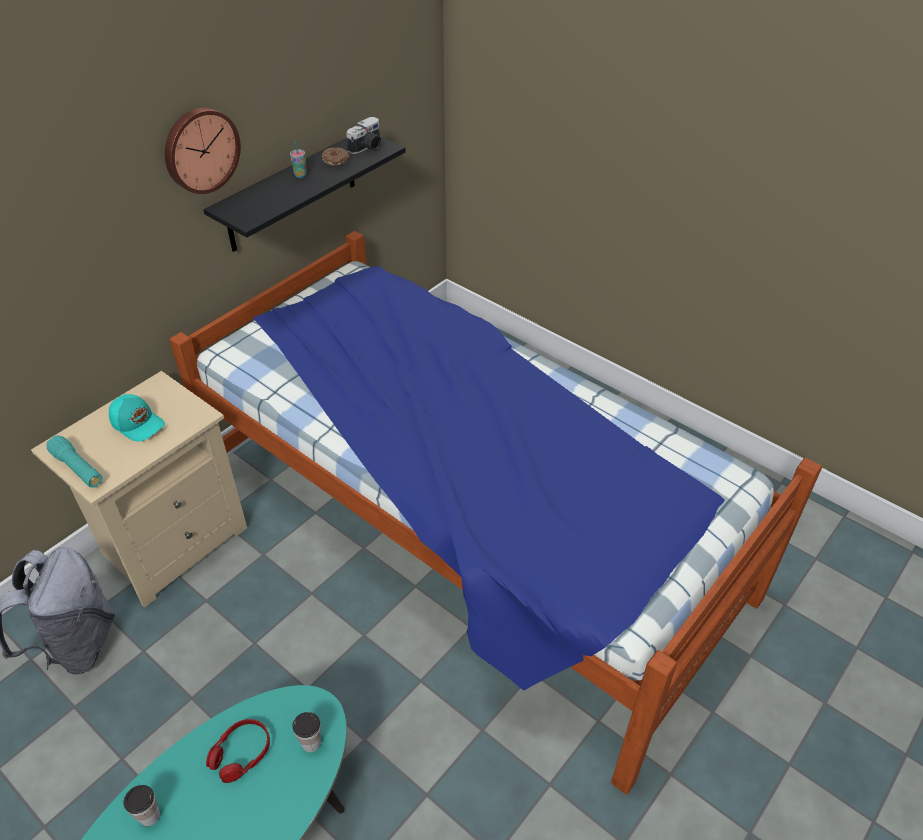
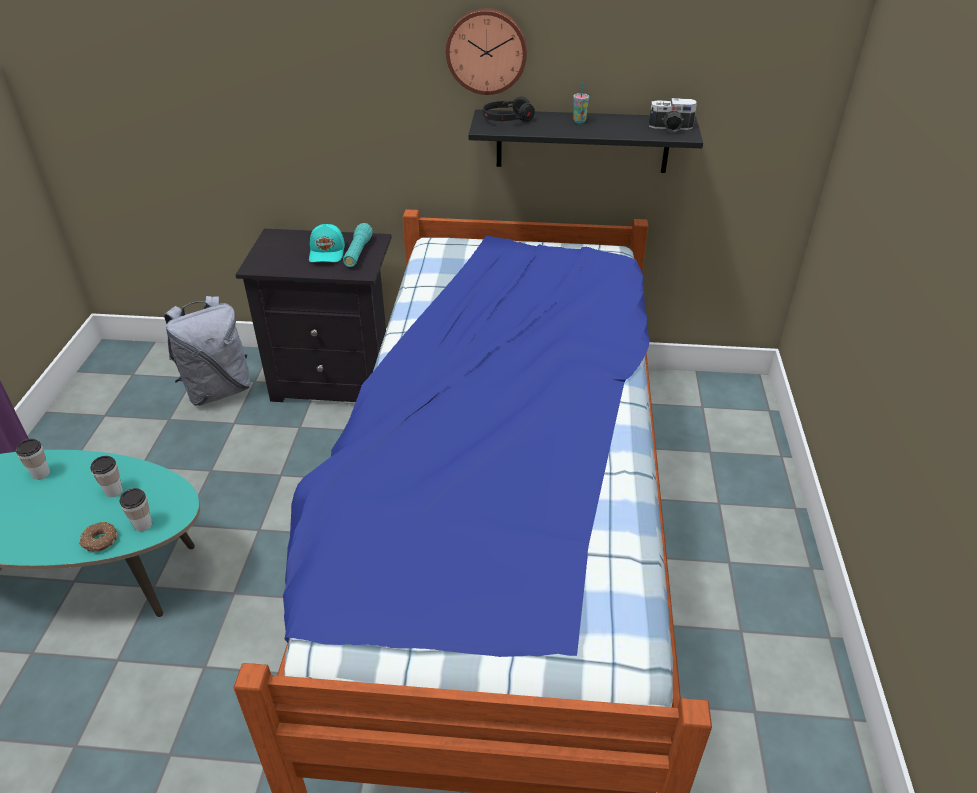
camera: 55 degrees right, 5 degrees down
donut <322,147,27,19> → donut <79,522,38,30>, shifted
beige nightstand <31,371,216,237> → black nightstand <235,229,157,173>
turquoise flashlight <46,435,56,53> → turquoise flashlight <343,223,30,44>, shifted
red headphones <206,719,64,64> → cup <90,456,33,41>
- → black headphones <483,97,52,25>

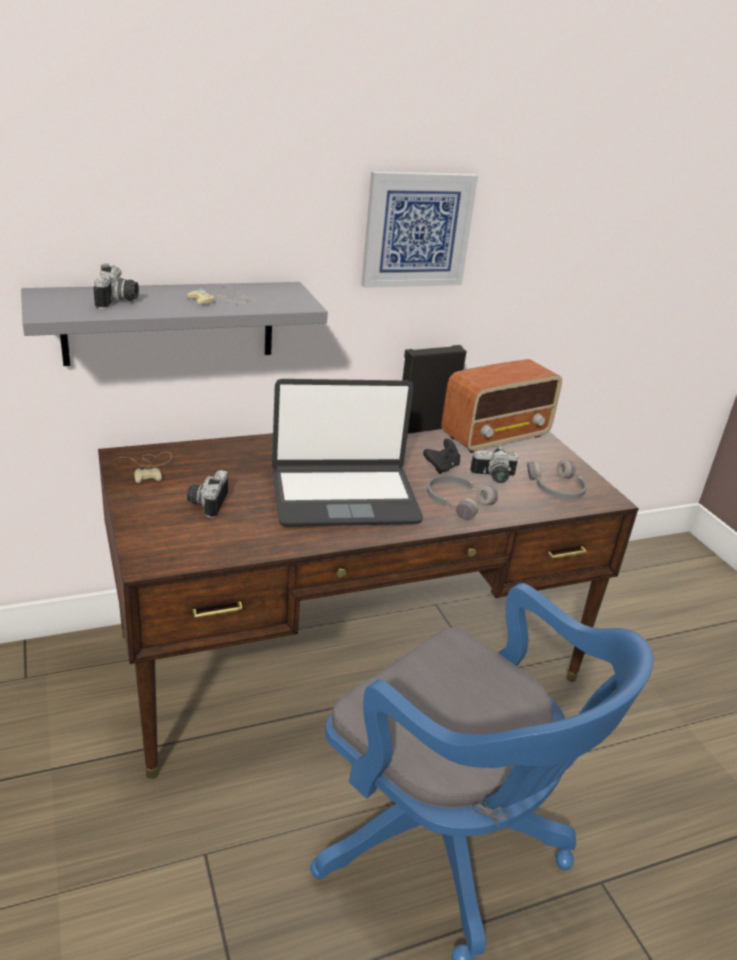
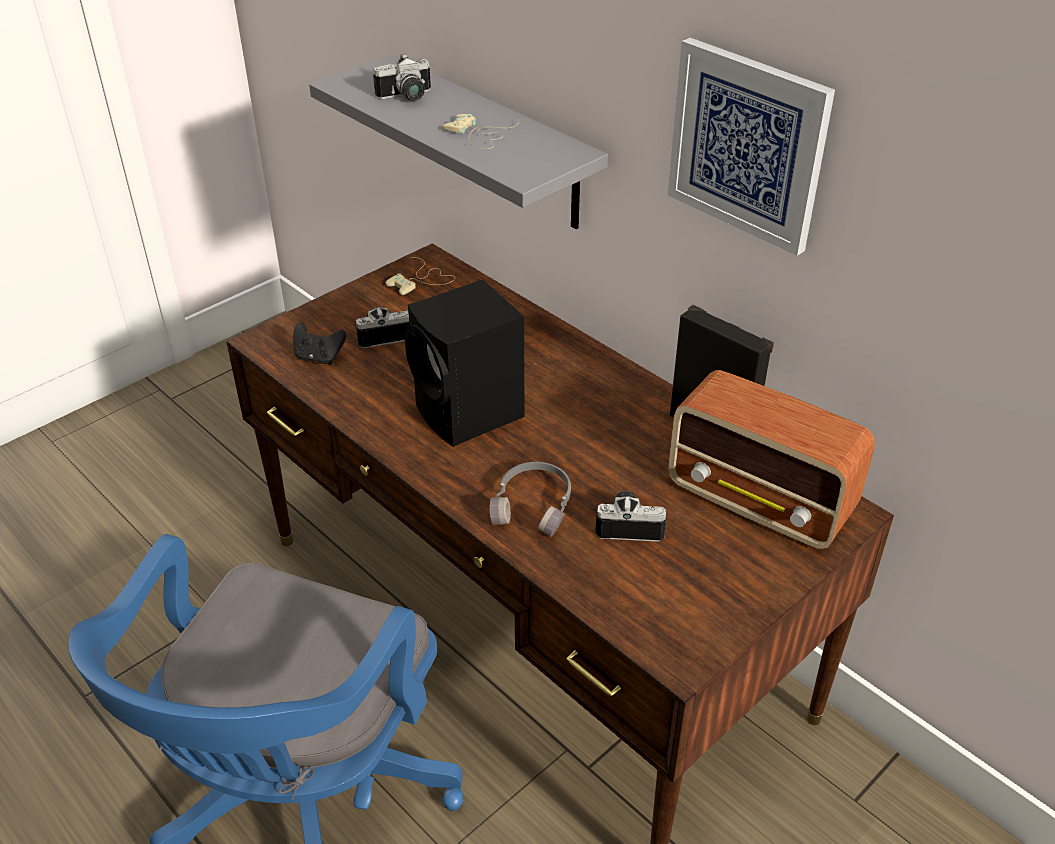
camera: 70 degrees right, 10 degrees up
laptop <272,379,151,148> → black speaker <404,279,120,168>
black game controller <423,439,38,35> → black game controller <293,322,53,43>, shifted
photo camera <470,446,48,37> → photo camera <595,491,72,51>, 120 degrees clockwise
grey headphones <527,460,60,39> → -

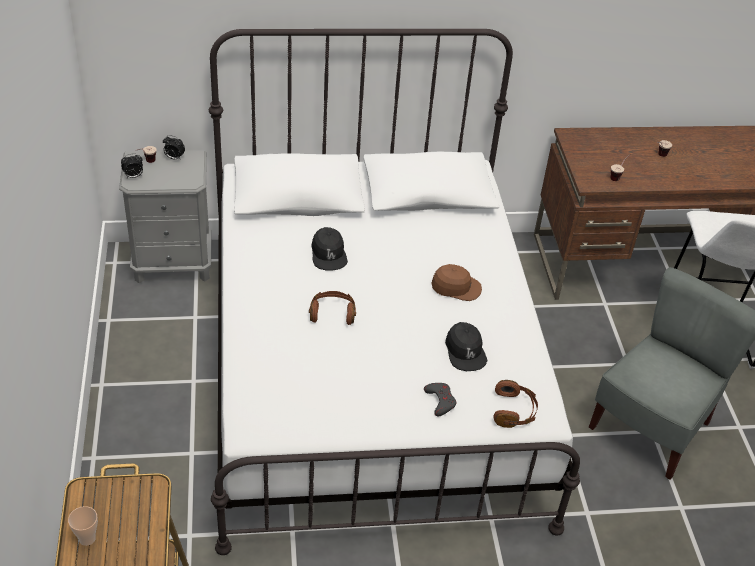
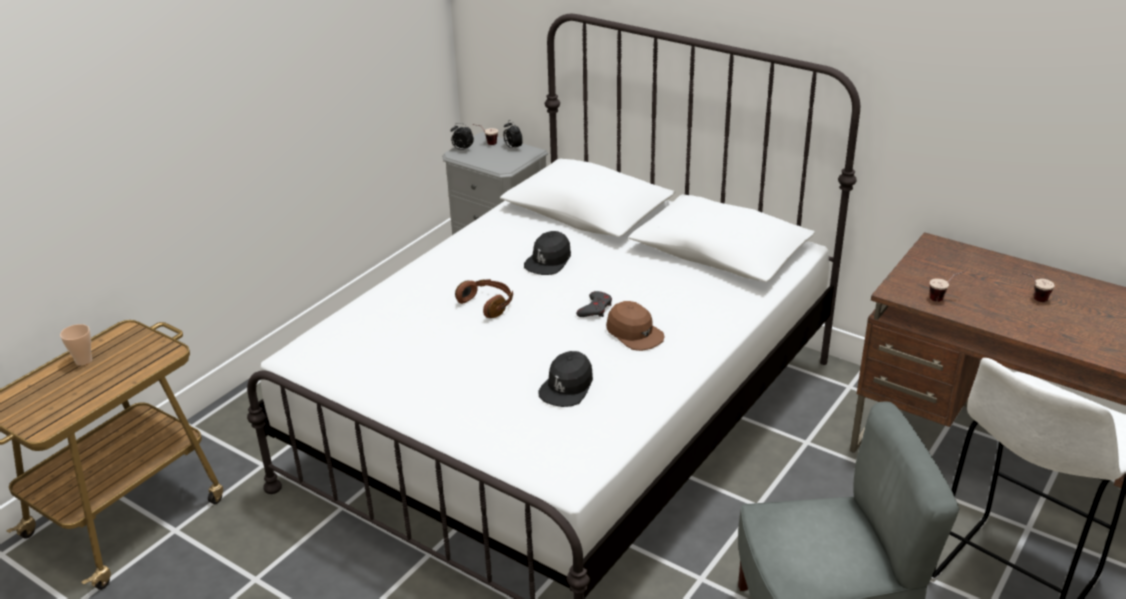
camera: 45 degrees right, 10 degrees down
brown headphones <494,380,44,48> → -
grey game controller <424,383,32,34> → grey game controller <576,291,36,26>, shifted

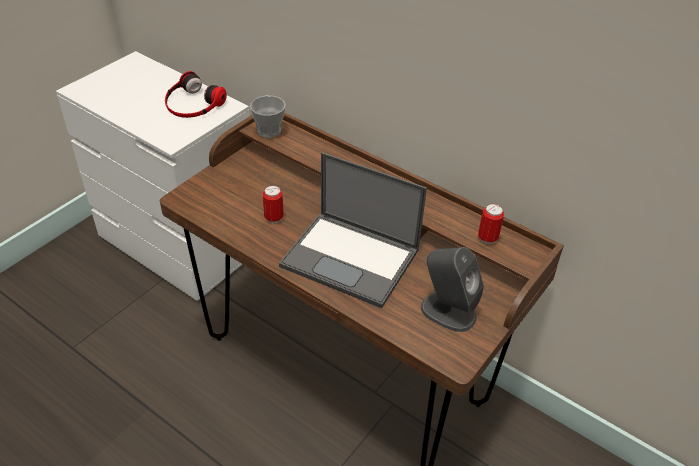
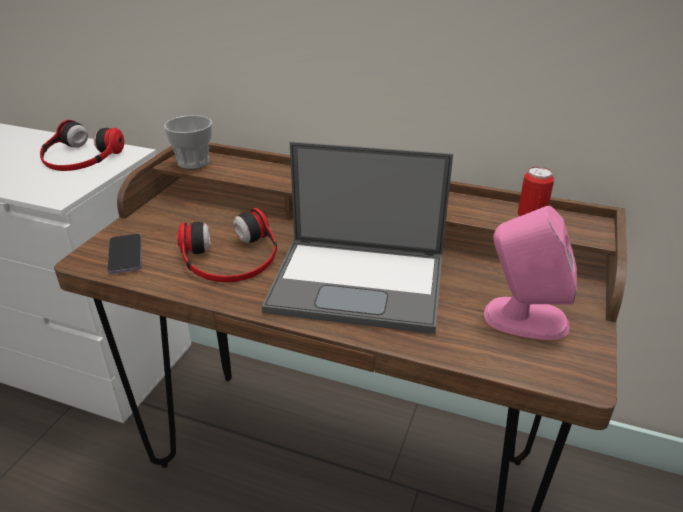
camera: 15 degrees left, 10 degrees down
can <263,185,21,38> → headphones <177,208,100,74>
grey speaker <421,247,63,85> → pink speaker <484,206,93,134>
- → phone <107,234,35,40>

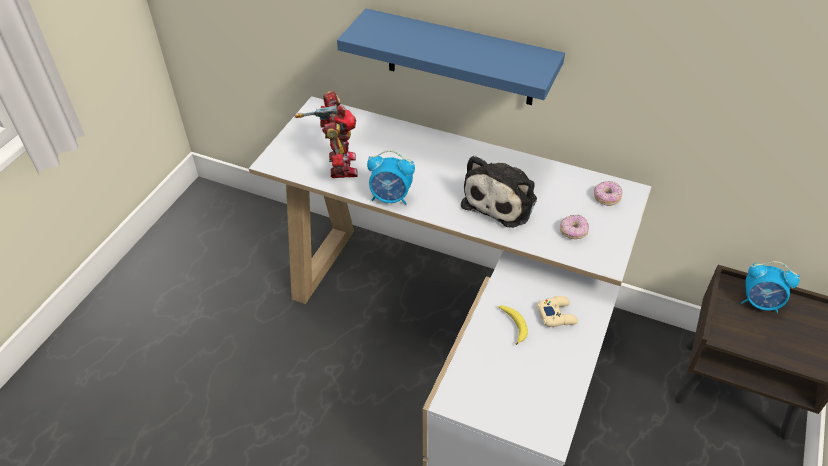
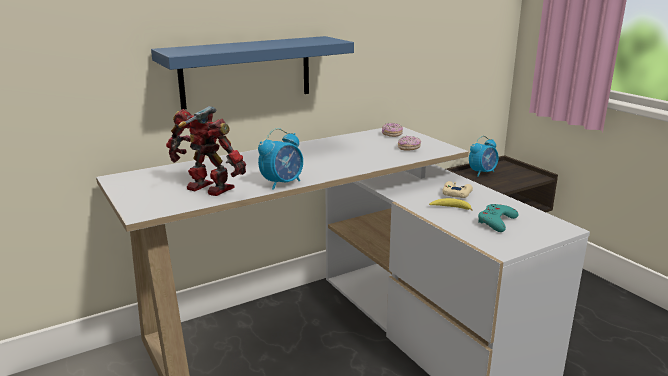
camera: 55 degrees left, 25 degrees down
plush toy <461,156,76,72> → -
- → turquoise game controller <478,204,41,28>

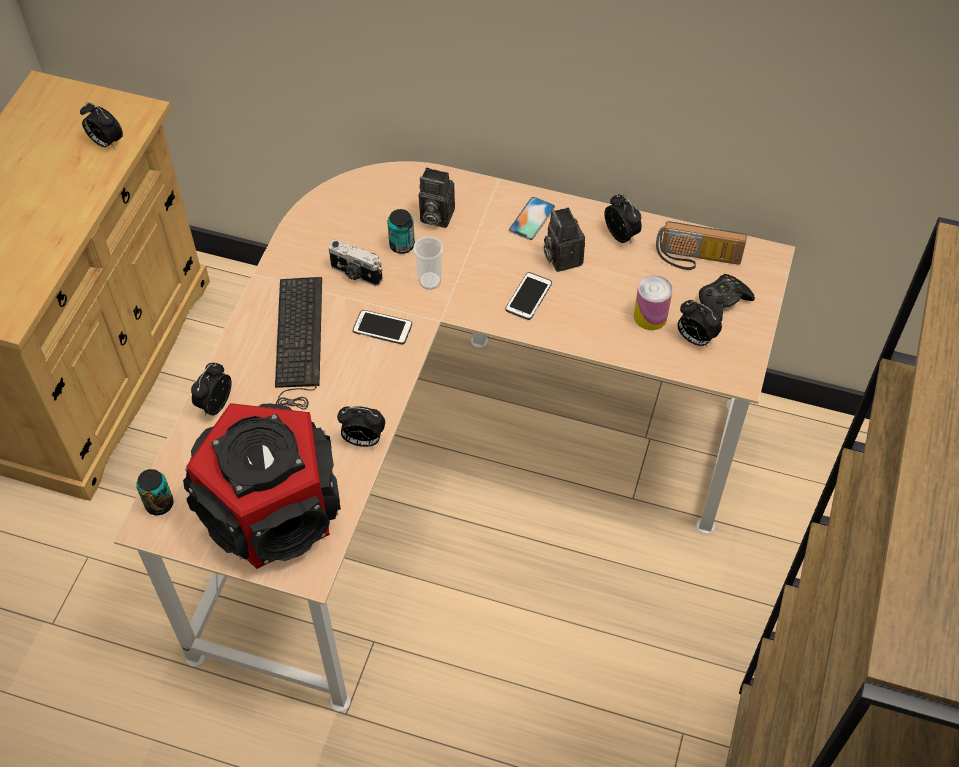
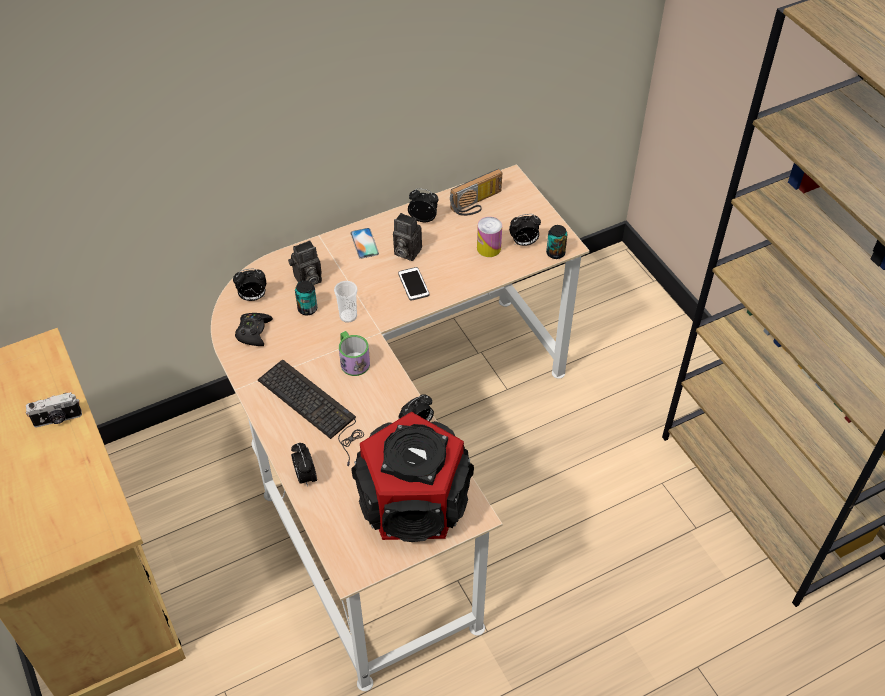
camera: 45 degrees left, 5 degrees down
alarm clock <80,102,43,47> → alarm clock <233,269,33,32>, shifted
photo camera <328,240,55,46> → photo camera <26,392,56,36>, shifted
black game controller <699,274,56,47> → black game controller <235,313,38,33>, shifted
phone <353,310,59,34> → mug <339,331,31,45>
can <136,469,37,46> → can <546,225,22,34>, shifted

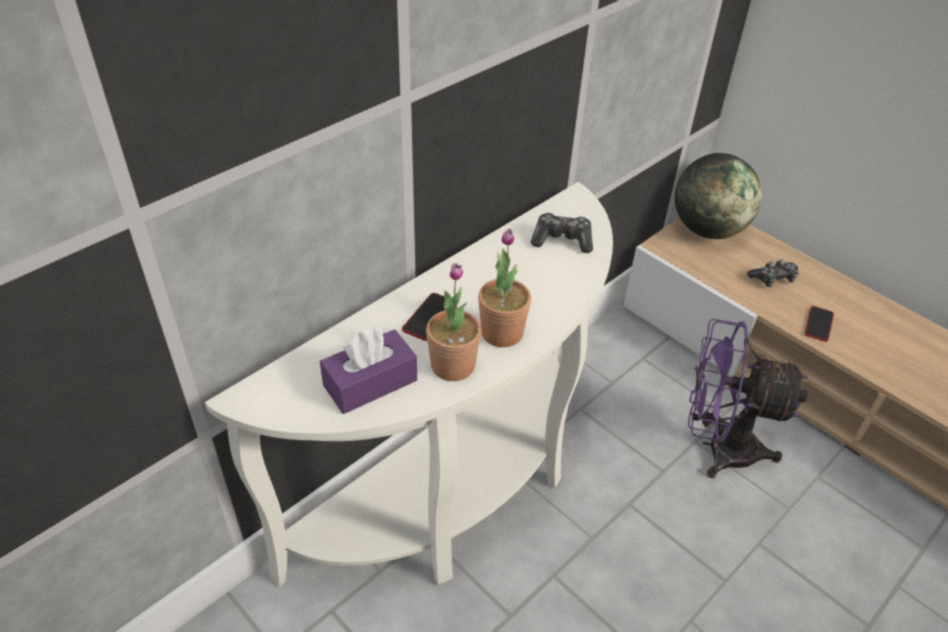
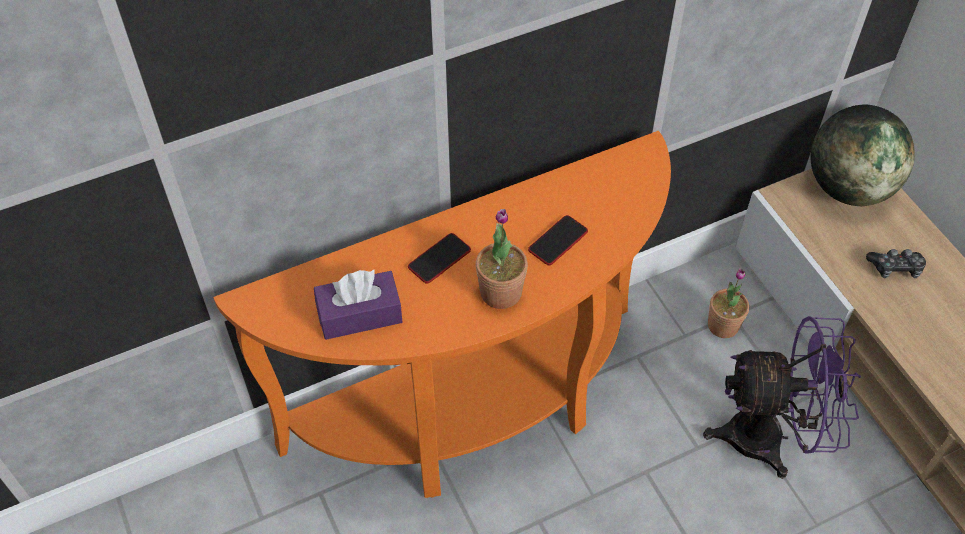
camera: 20 degrees right, 10 degrees up
white console table <205,182,408,405> → orange console table <213,131,458,367>
game controller <531,213,62,40> → -
potted plant <426,263,55,118> → potted plant <708,268,41,70>, shifted
phone <804,306,30,36> → phone <528,215,60,50>, shifted
purple fan <688,319,120,159> → purple fan <703,316,158,163>, 150 degrees clockwise

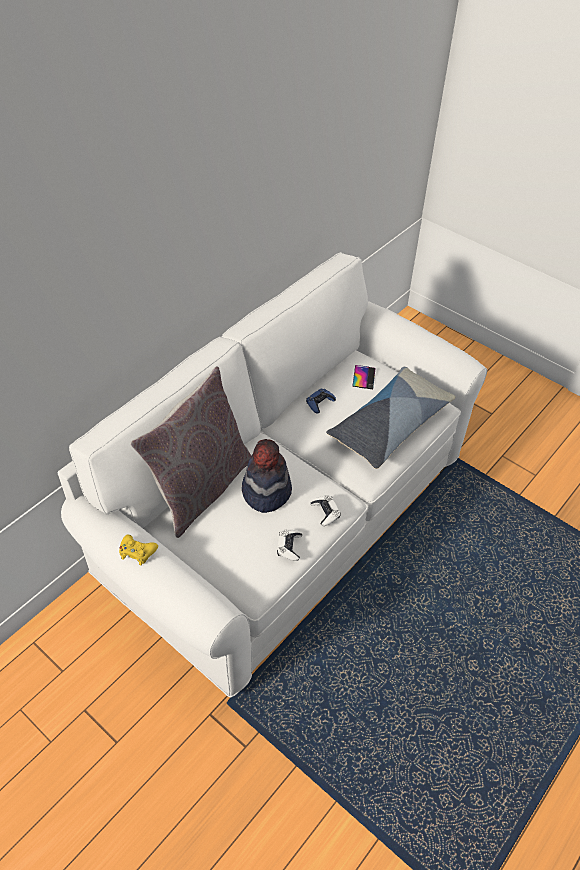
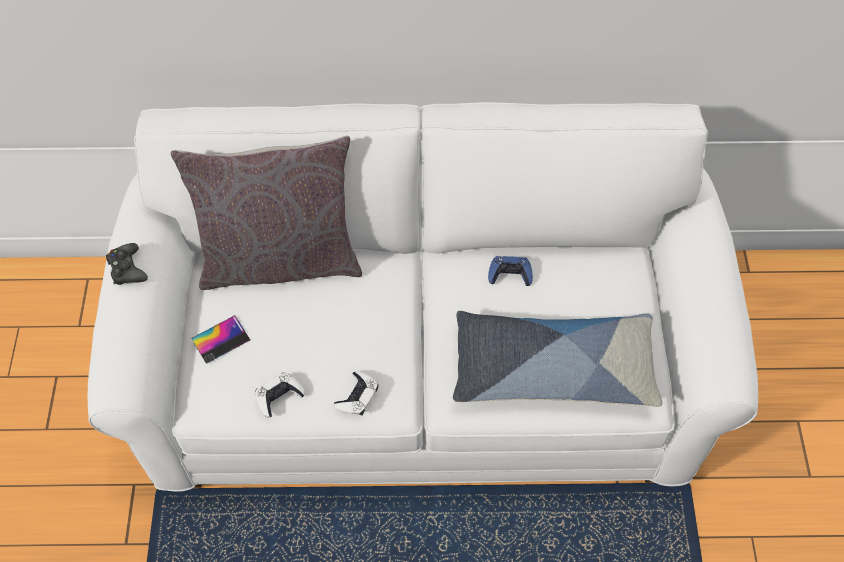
camera: 50 degrees right, 10 degrees up
phone <352,365,24,24> → phone <191,315,59,49>, shifted
hat <242,439,50,74> → -
yellow game controller <119,534,39,31> → black game controller <106,243,42,42>

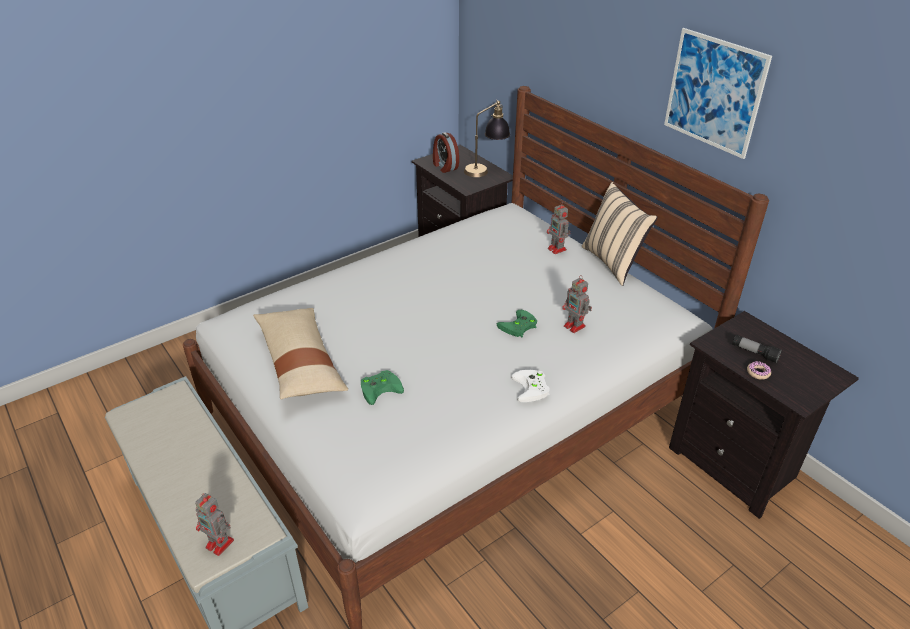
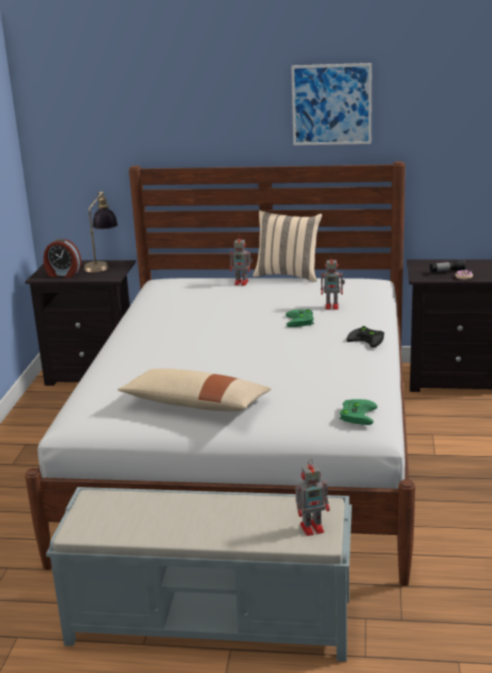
camera: 45 degrees left, 15 degrees down
green game controller <361,370,43,35> → green game controller <339,399,38,26>, shifted
white game controller <511,370,38,32> → black game controller <346,326,38,22>

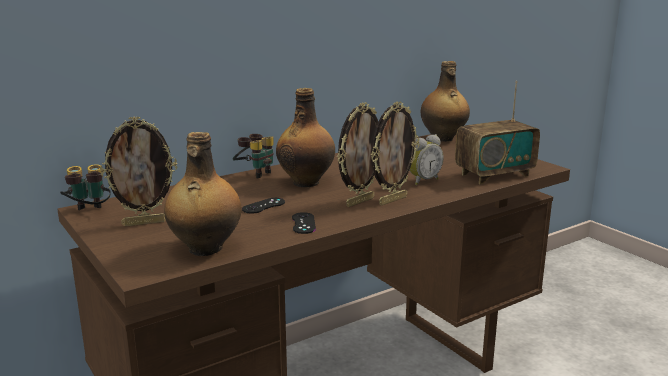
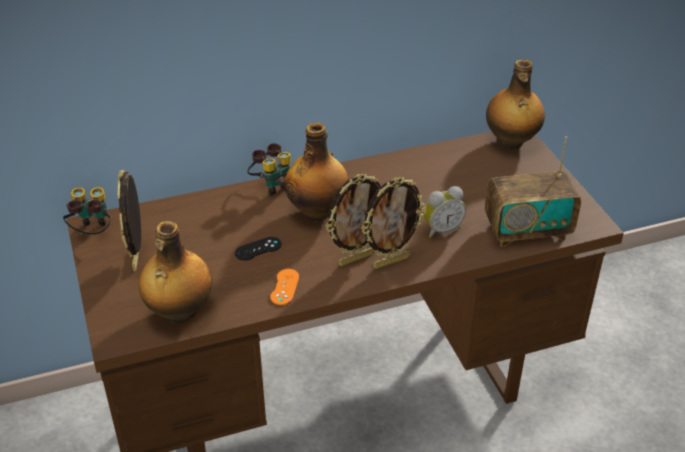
camera: 15 degrees right, 20 degrees up
picture frame <100,117,77,110> → picture frame <117,170,24,101>, 90 degrees clockwise
black game controller <292,212,24,22> → orange game controller <270,269,29,36>

